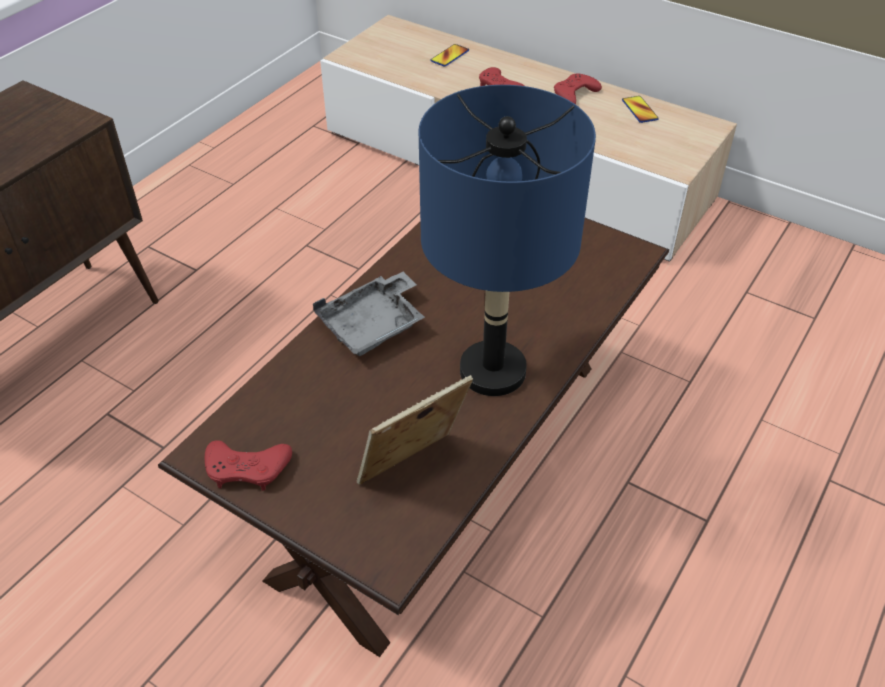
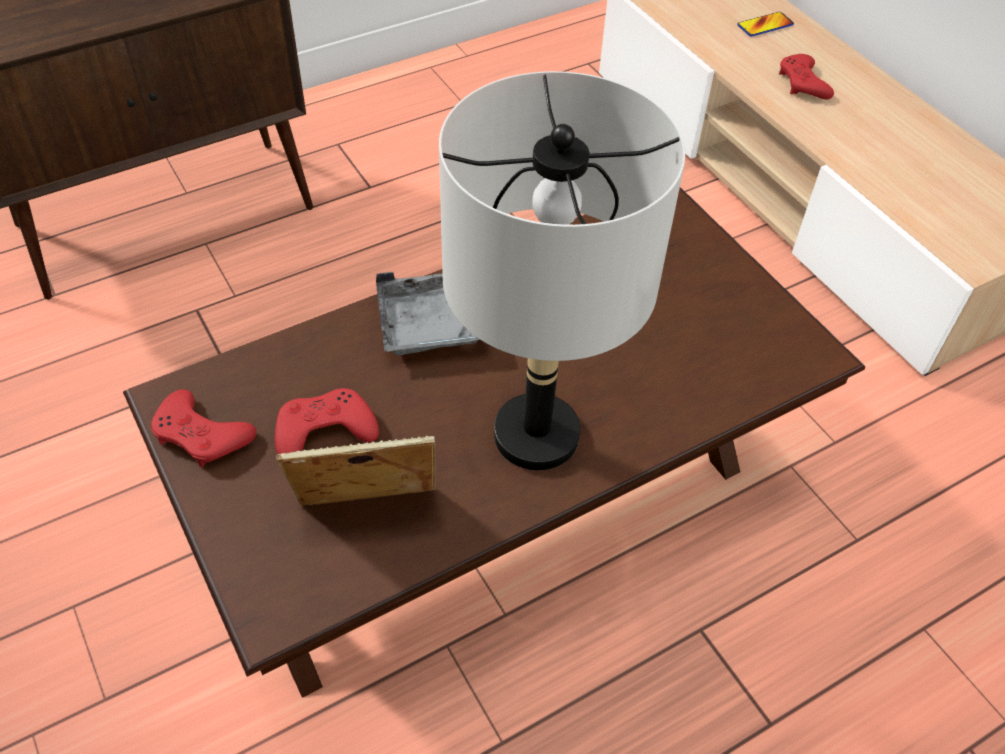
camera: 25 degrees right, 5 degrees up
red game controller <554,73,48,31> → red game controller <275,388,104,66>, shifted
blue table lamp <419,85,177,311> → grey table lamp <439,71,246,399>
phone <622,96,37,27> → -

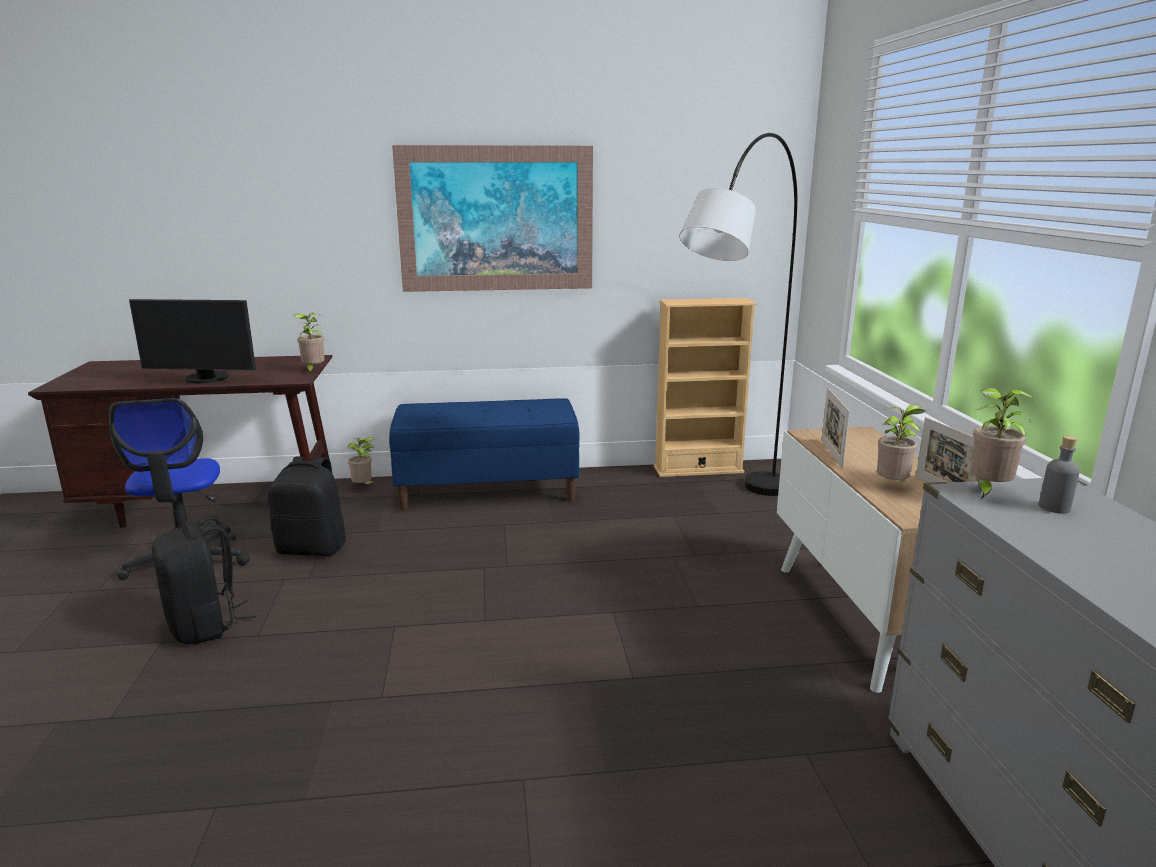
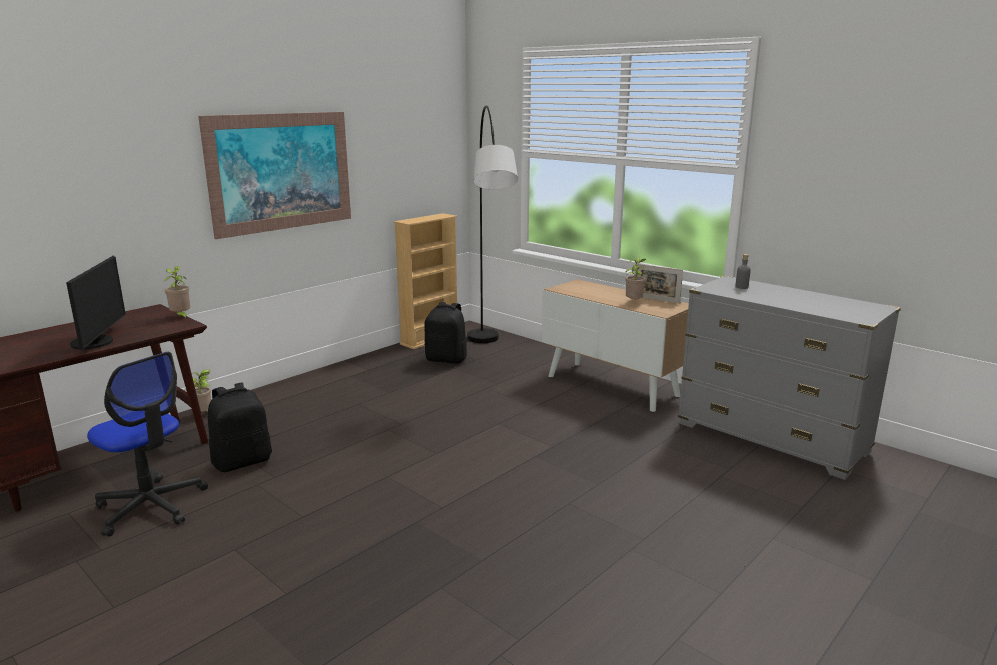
camera: 40 degrees left, 0 degrees up
monitor <129,299,127,84> → monitor <66,256,60,94>, 60 degrees counterclockwise
picture frame <822,388,28,80> → -
potted plant <970,388,64,111> → -
blue bench <389,398,191,112> → -
black backpack <152,514,104,130> → black backpack <424,302,43,62>, shifted

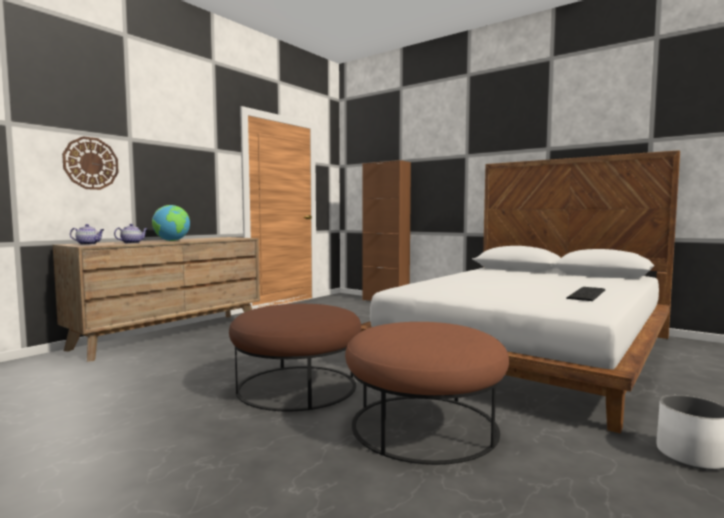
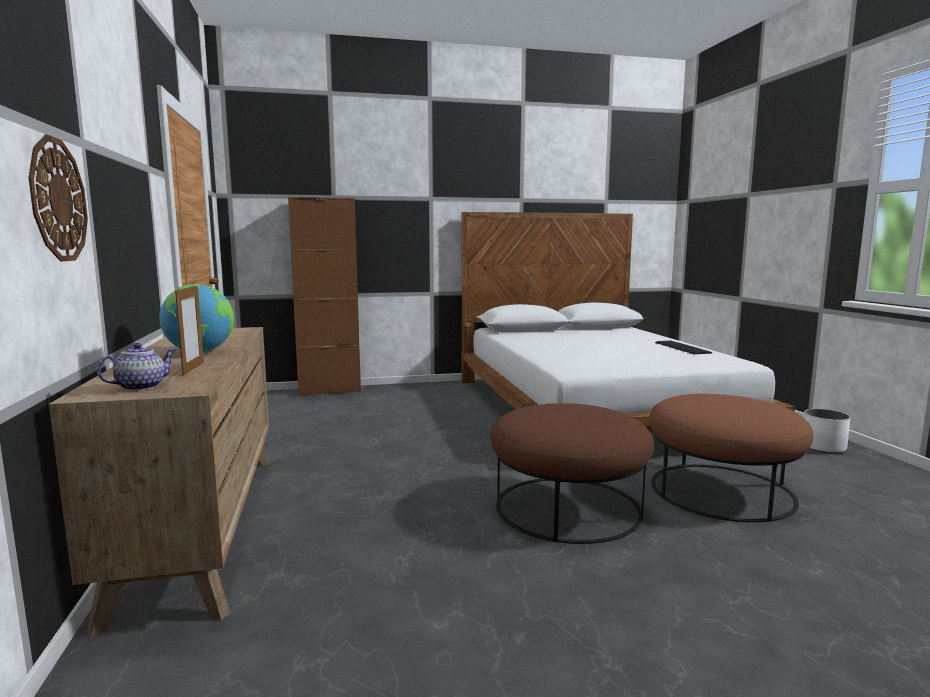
camera: 50 degrees left, 5 degrees up
teapot <114,224,33,20> → picture frame <175,286,29,89>

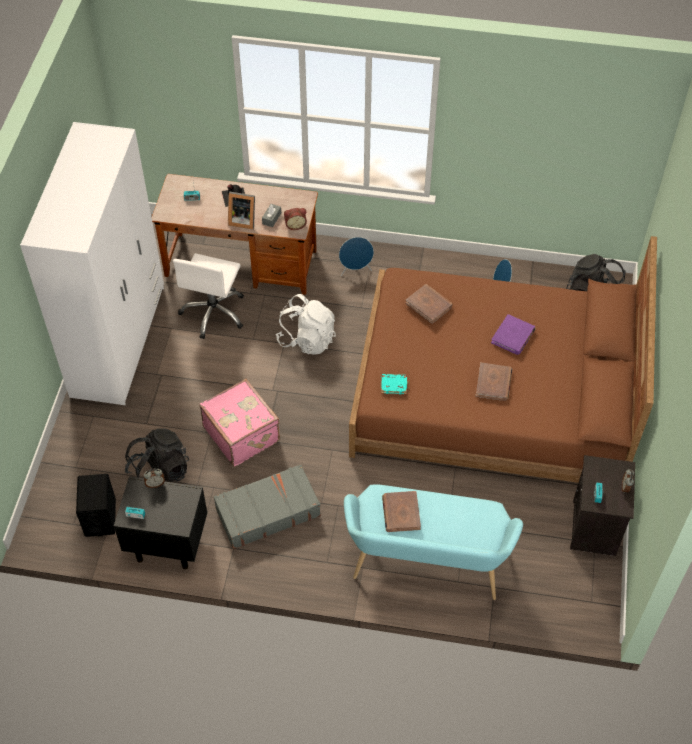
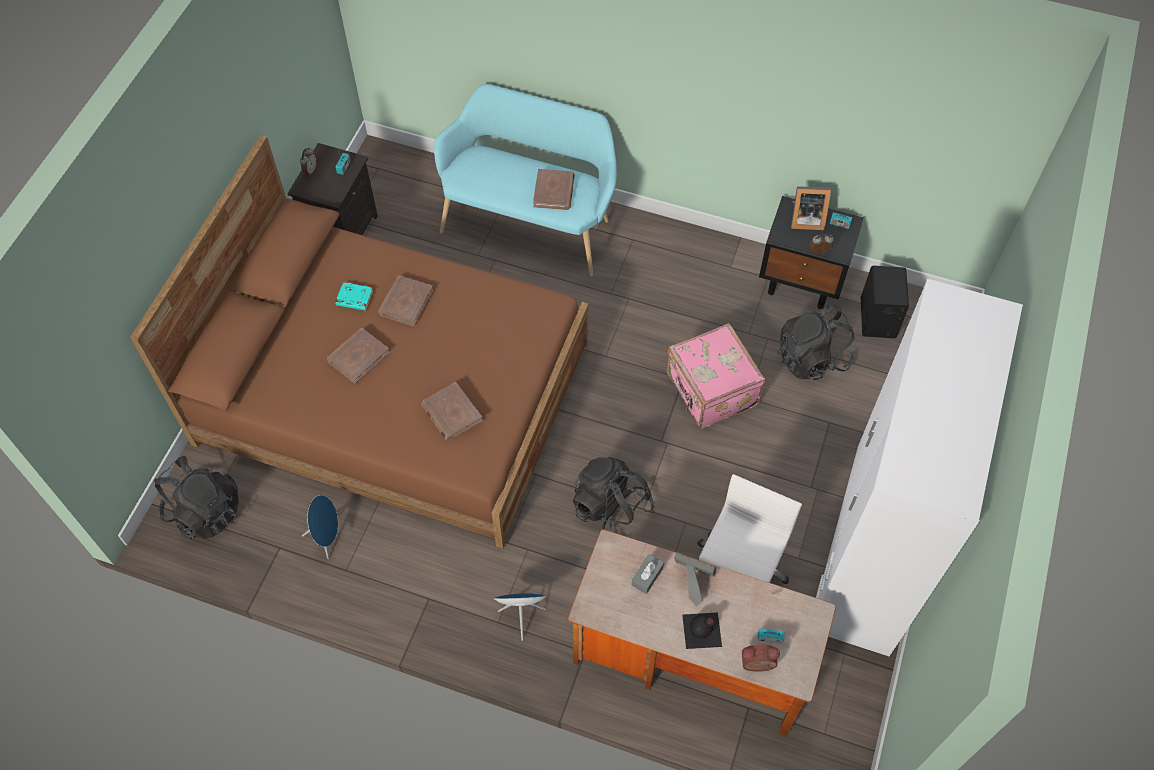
camera: 170 degrees left, 5 degrees up
alarm clock <284,208,23,22> → alarm clock <742,645,38,27>, shifted
white backpack <276,294,60,60> → black backpack <573,457,82,82>
purple book <491,314,45,41> → brown book <326,328,64,56>
turquoise book <381,374,26,20> → turquoise book <335,282,38,29>, shifted
grey suitcase <214,464,107,85> → -
- → picture frame <791,186,40,44>

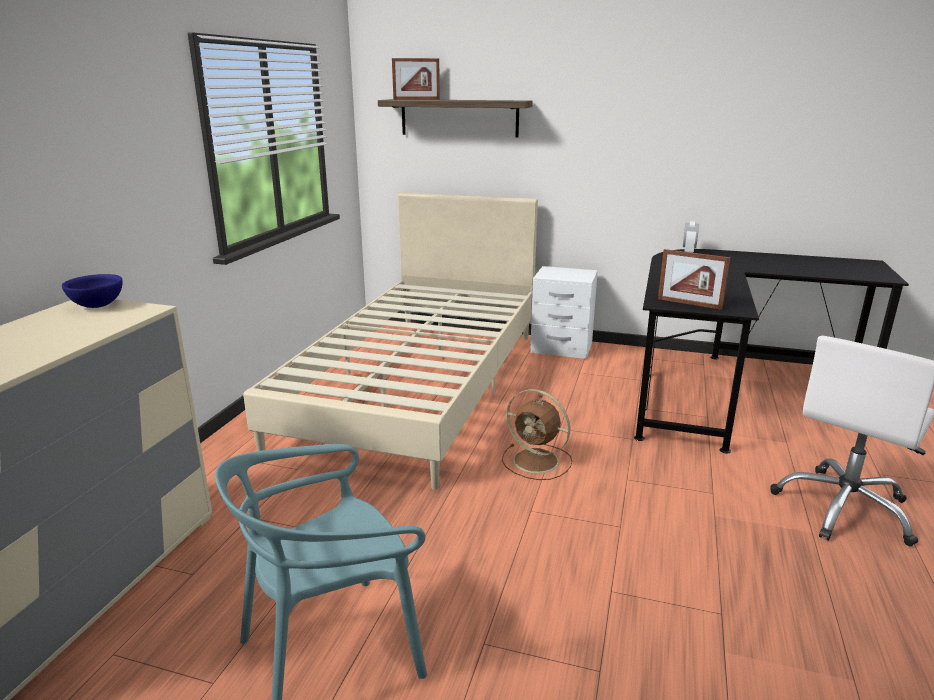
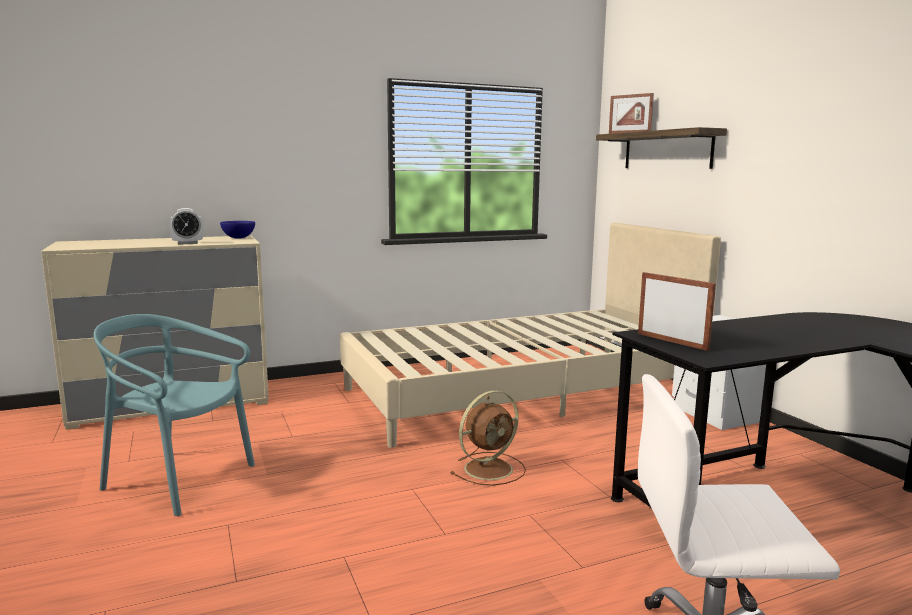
camera: 50 degrees right, 10 degrees down
alarm clock <683,221,16,32> → alarm clock <169,208,35,36>, shifted
picture frame <658,249,72,61> → picture frame <638,272,78,79>, 150 degrees clockwise
brown fan <502,389,70,91> → brown fan <450,390,76,96>, 120 degrees counterclockwise

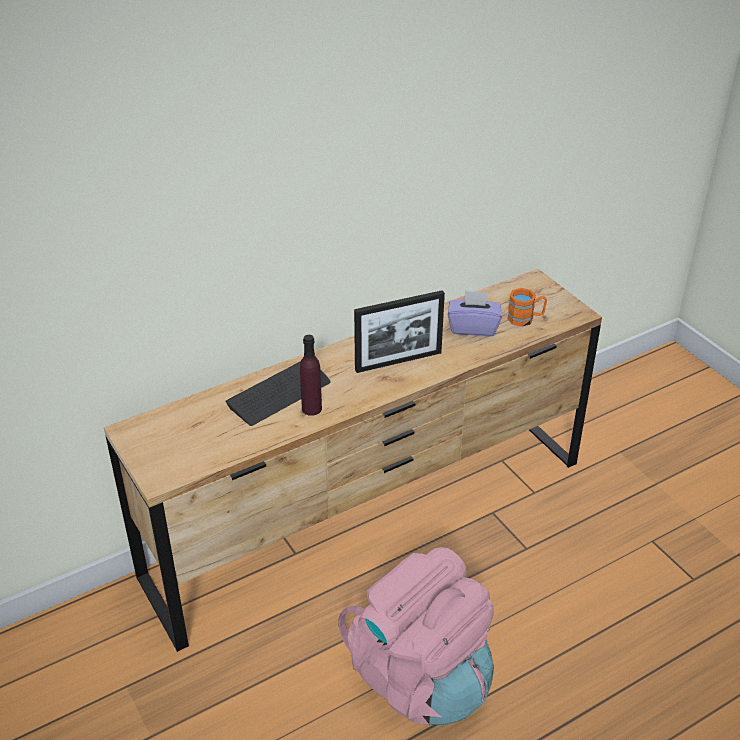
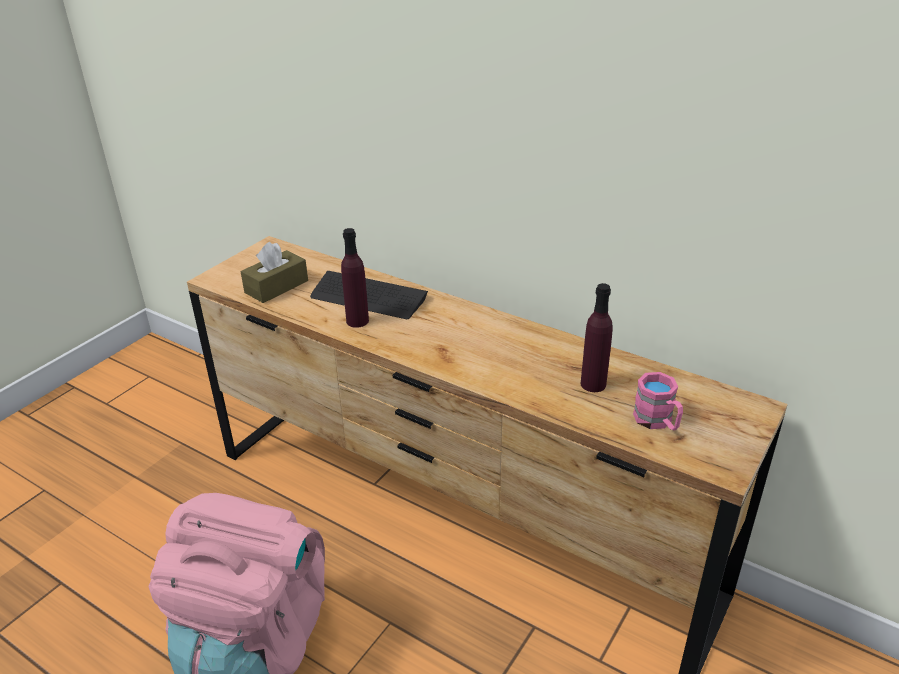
camera: 65 degrees right, 5 degrees down
orange mug <507,288,40,39> → pink mug <633,372,50,58>
picture frame <354,290,91,83> → -
purple tissue box <448,290,54,46> → purple bottle <581,283,32,109>
- → brown tissue box <241,242,67,61>

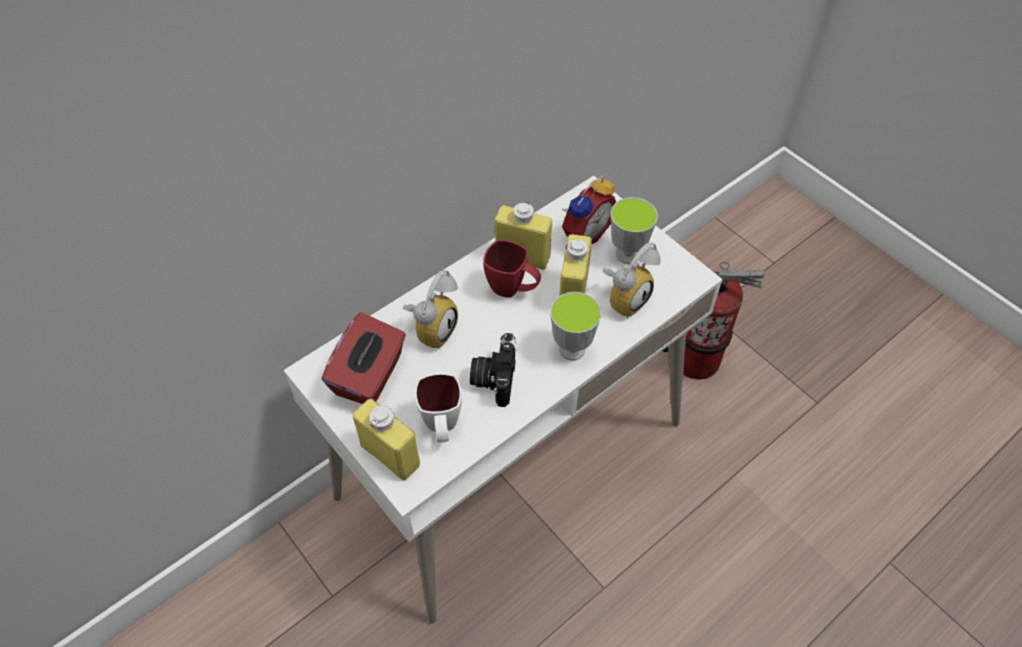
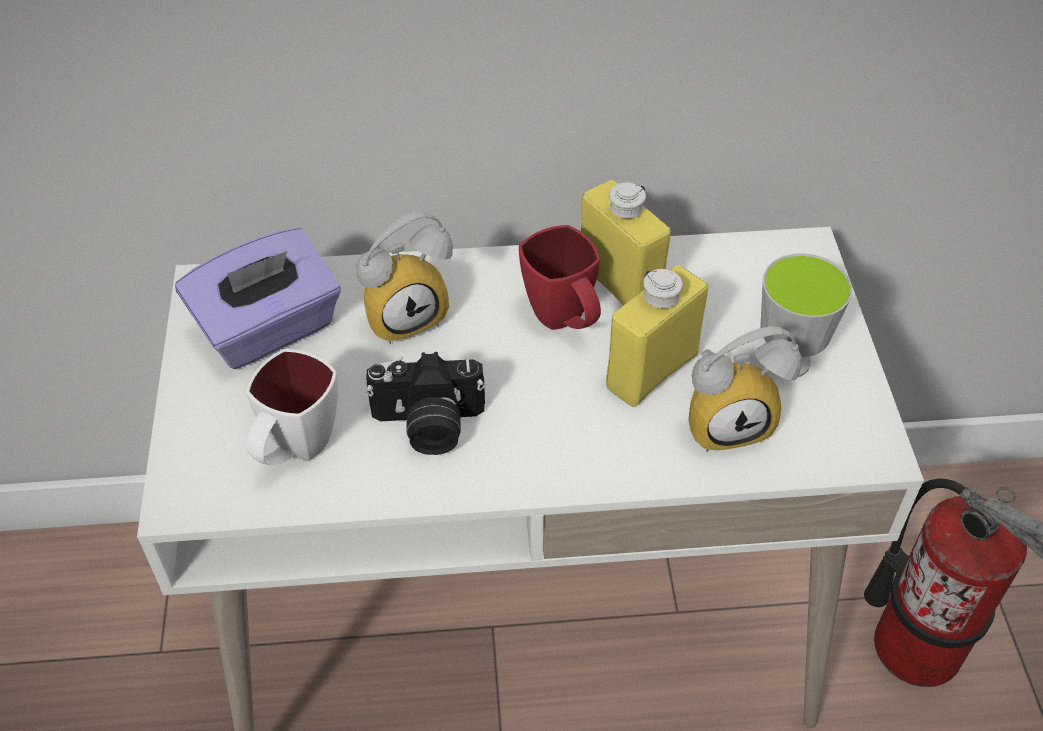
camera: 35 degrees right, 5 degrees down
alarm clock <562,176,54,68> → -
cup <550,292,51,69> → -
red tissue box <322,312,84,92> → purple tissue box <175,228,166,141>
photo camera <470,333,48,74> → photo camera <365,352,121,103>, 135 degrees counterclockwise
yellow bottle <353,399,67,82> → -

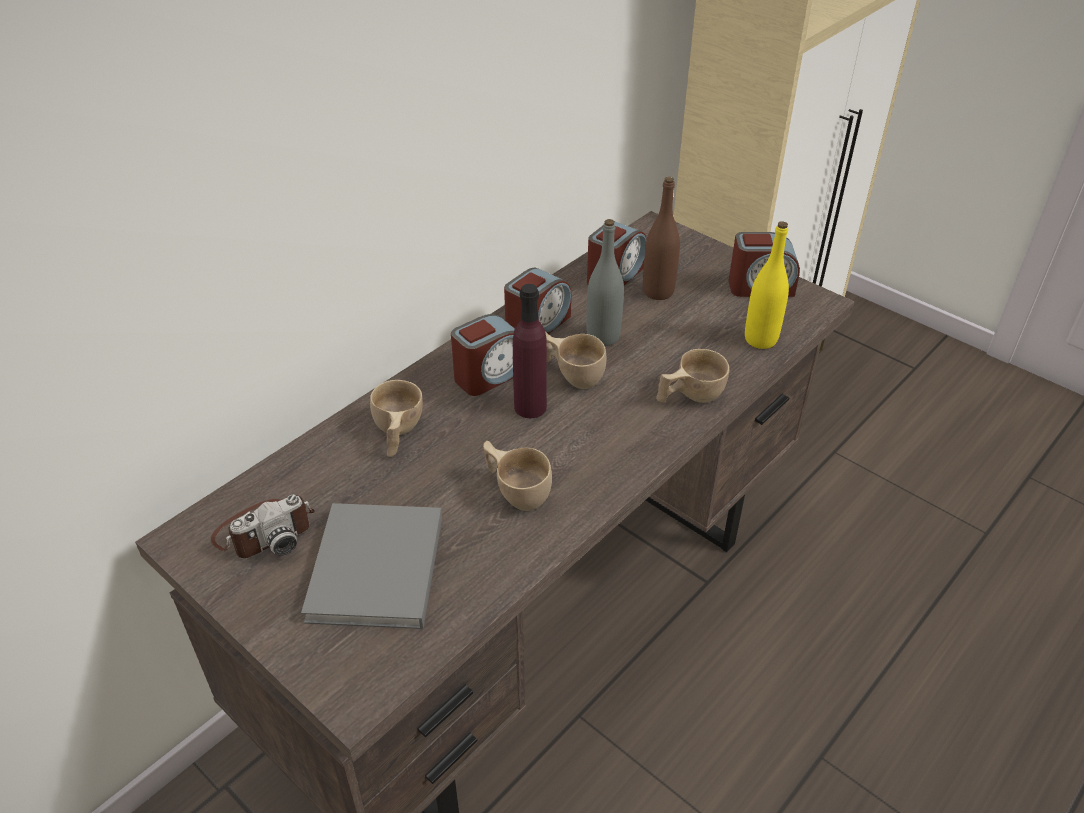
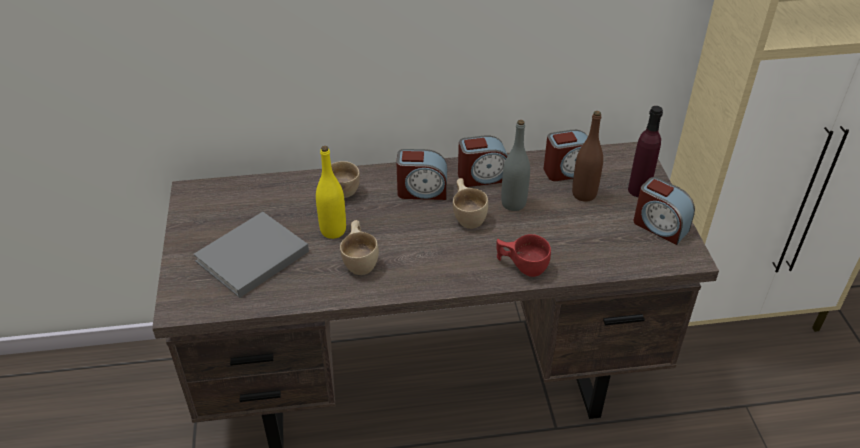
camera: 40 degrees right, 0 degrees up
yellow bottle <745,221,44,128> → yellow bottle <316,146,30,93>, shifted
purple bottle <513,284,34,134> → purple bottle <628,106,35,91>, shifted
beige cup <656,349,73,54> → red cup <496,234,55,43>
photo camera <211,495,104,63> → -

